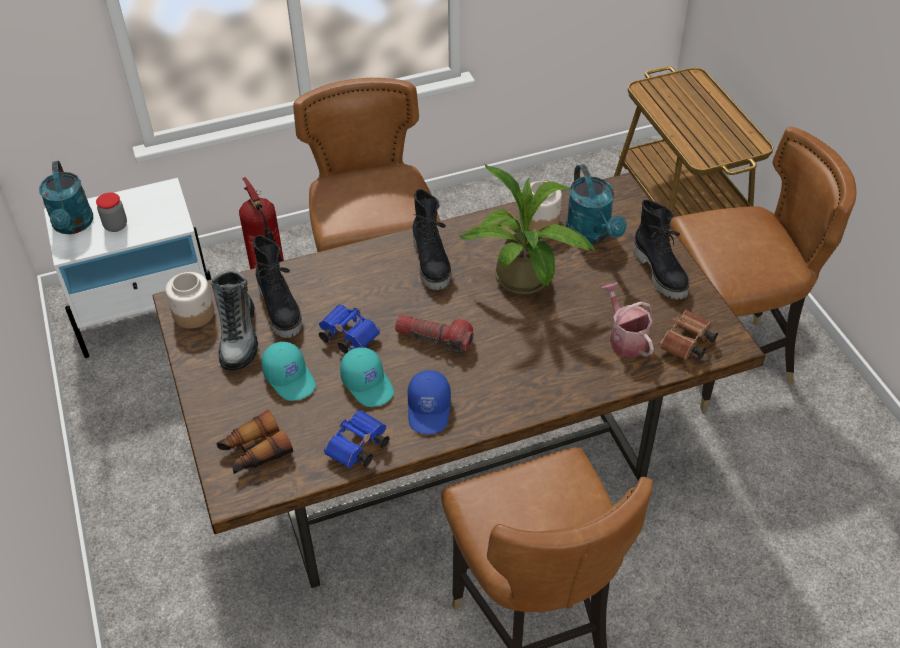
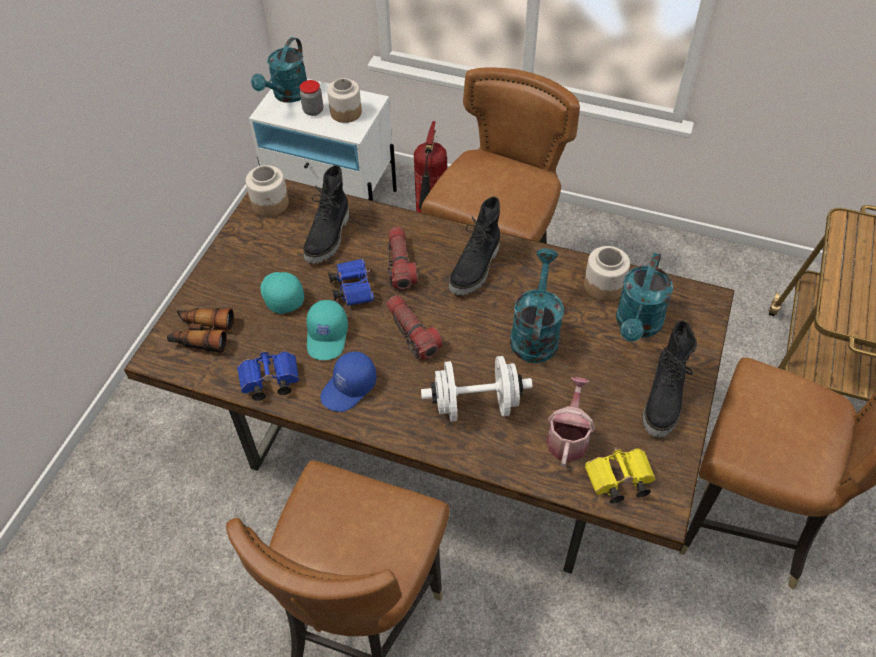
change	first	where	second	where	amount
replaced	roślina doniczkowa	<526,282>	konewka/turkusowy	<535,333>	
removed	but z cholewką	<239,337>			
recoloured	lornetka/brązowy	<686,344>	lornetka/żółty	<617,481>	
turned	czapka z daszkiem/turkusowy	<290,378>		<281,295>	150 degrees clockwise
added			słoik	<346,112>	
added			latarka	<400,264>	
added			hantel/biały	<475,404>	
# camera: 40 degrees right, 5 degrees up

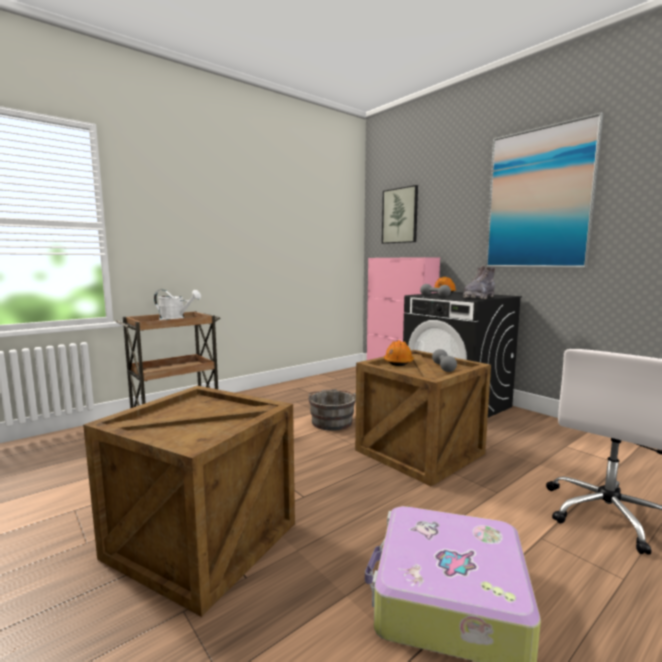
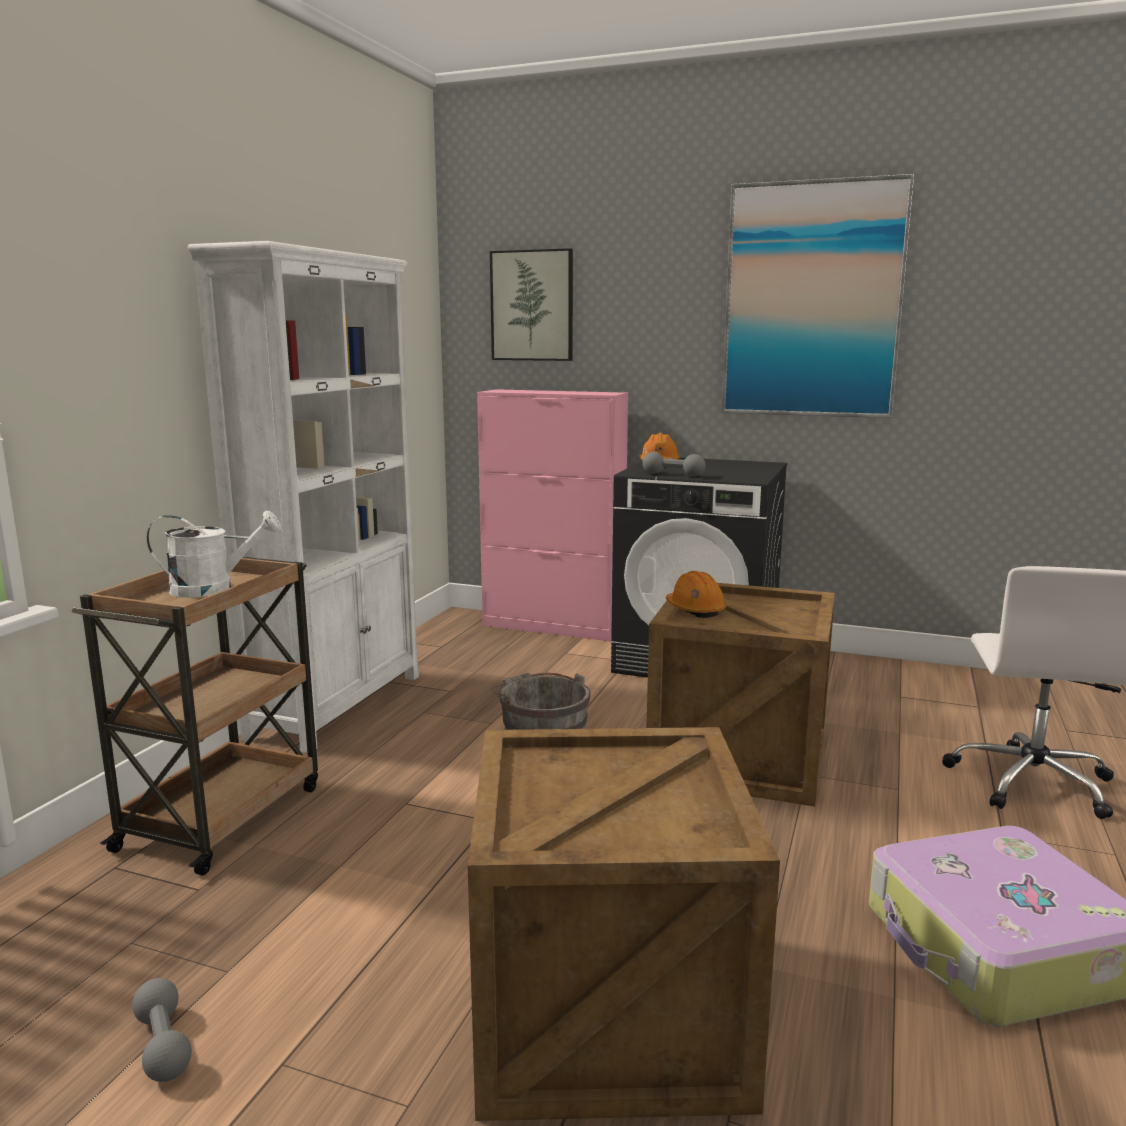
change	first	where	second	where	amount
removed	but z cholewką/szary	<478,298>			
moved	hantel/szary	<443,367>		<163,1045>	
added			regał/biały	<338,705>	
# camera: 30 degrees left, 5 degrees up

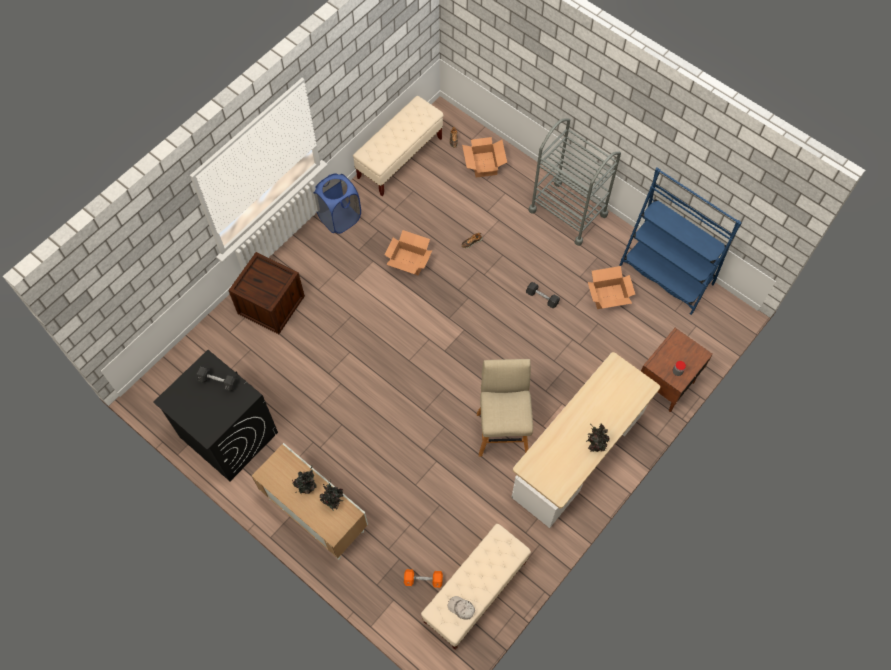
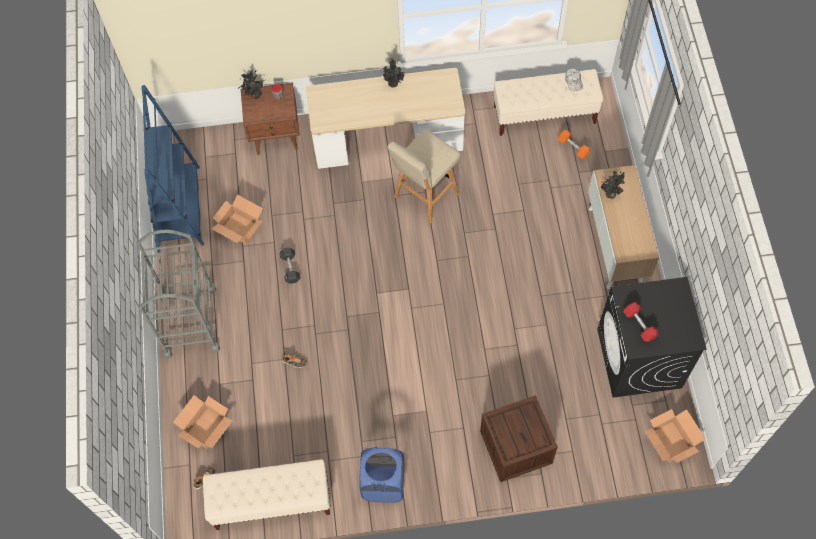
change	first	where	second	where	amount
moved	karton	<408,261>		<670,442>	
recoloured	hantel/czarny	<217,381>	hantel/czerwony	<639,325>	
moved	roślina doniczkowa	<307,487>		<255,95>	
# camera: 135 degrees left, 0 degrees up

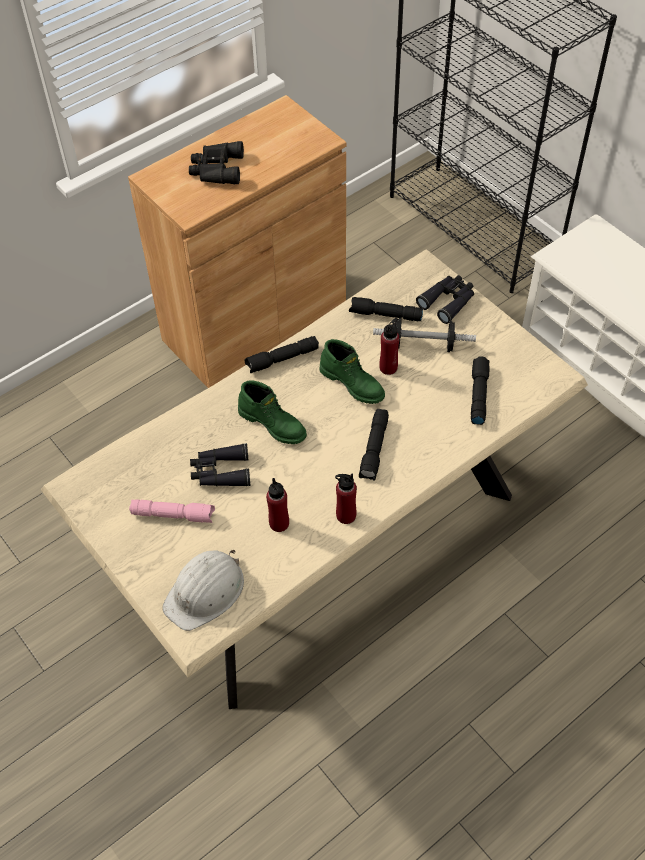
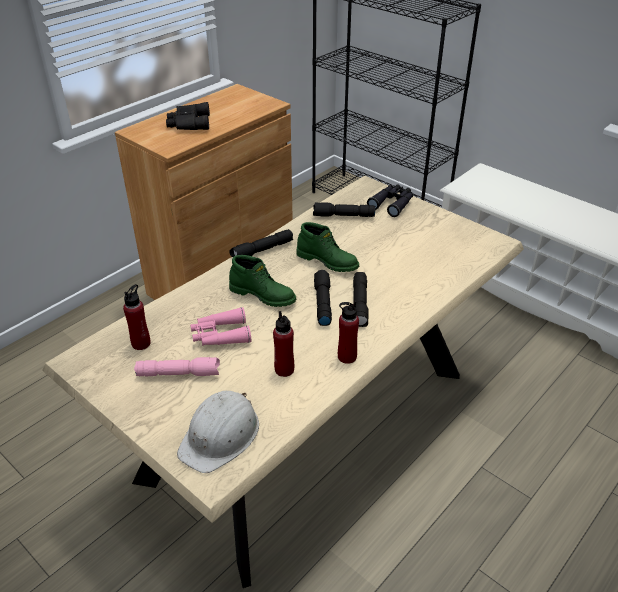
change	first	where	second	where	amount
removed	hantel	<423,345>			
moved	butelka/czerwony	<388,367>		<141,343>	
moved	latarka/czarny	<478,394>		<322,302>	
recoloured	lornetka/czarny	<220,472>	lornetka/różowy	<220,335>	
# camera: 10 degrees left, 15 degrees down

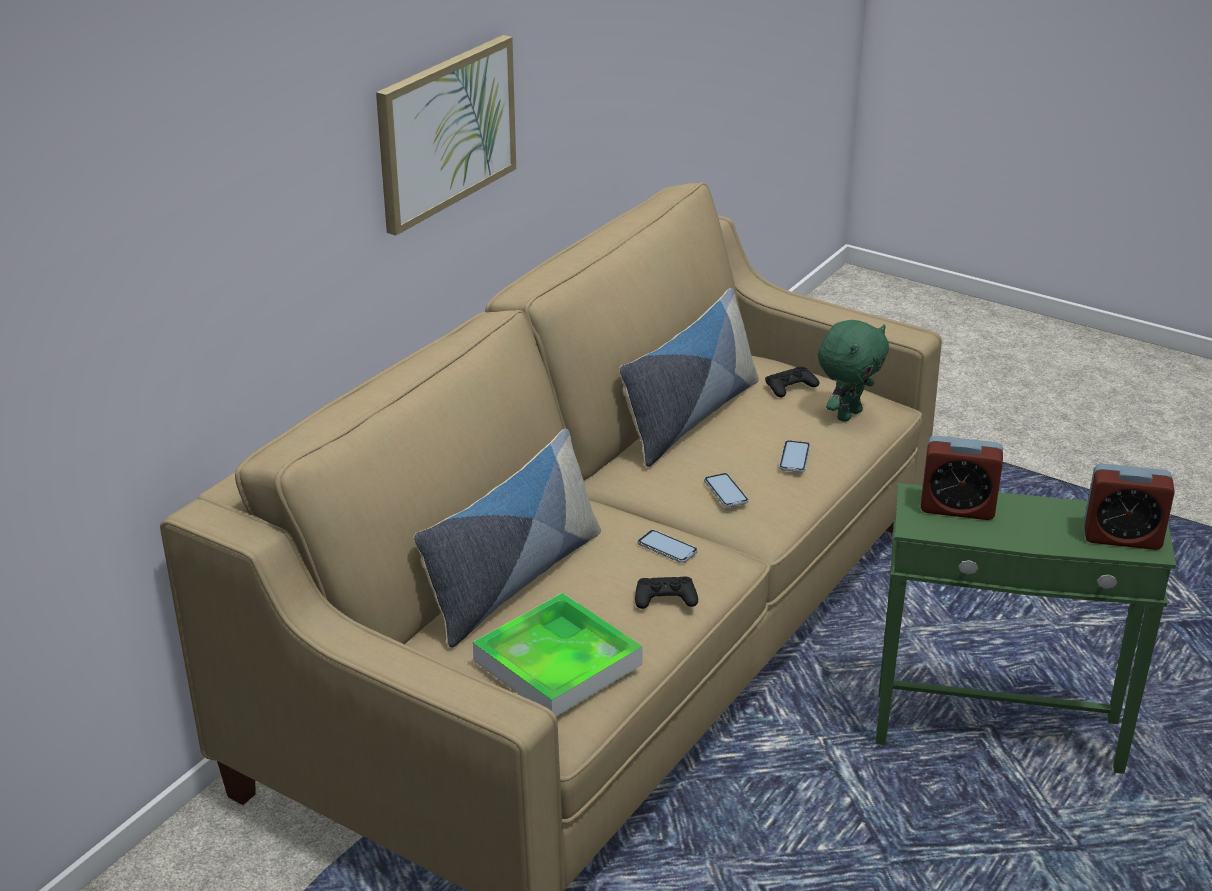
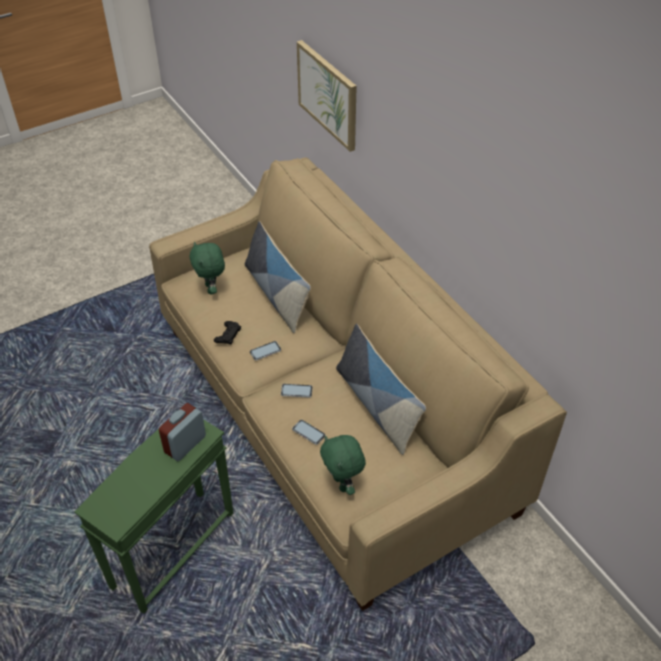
change	first	where	second	where	amount
moved	obraz	<446,131>		<328,94>	
removed	pad do gier/czarny	<790,387>			
removed	budzik	<1122,537>			
replaced	taca	<557,662>	pluszak/zielony	<211,289>	
# camera: 115 degrees right, 15 degrees up

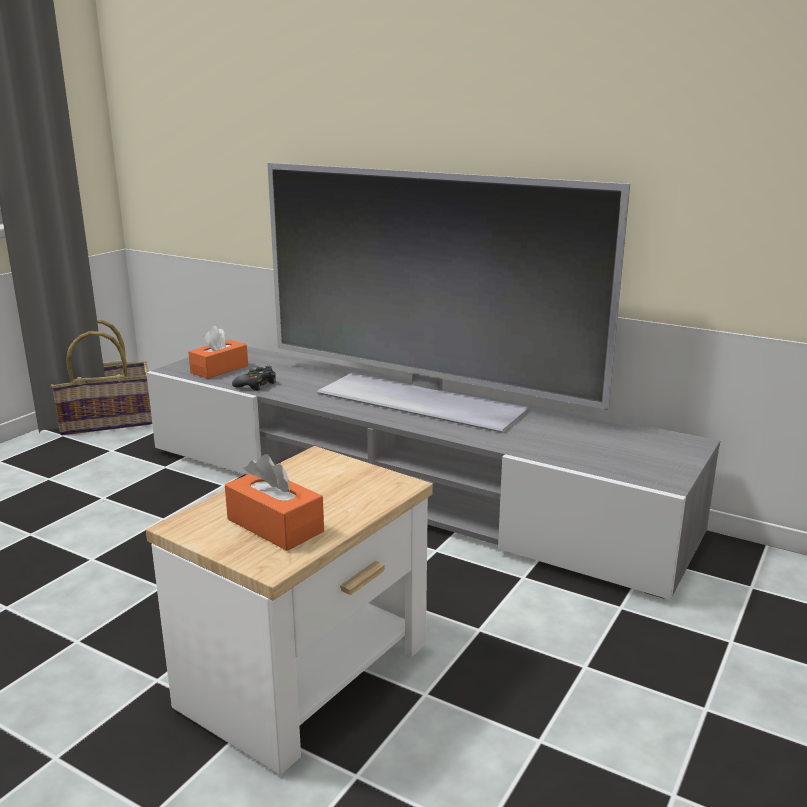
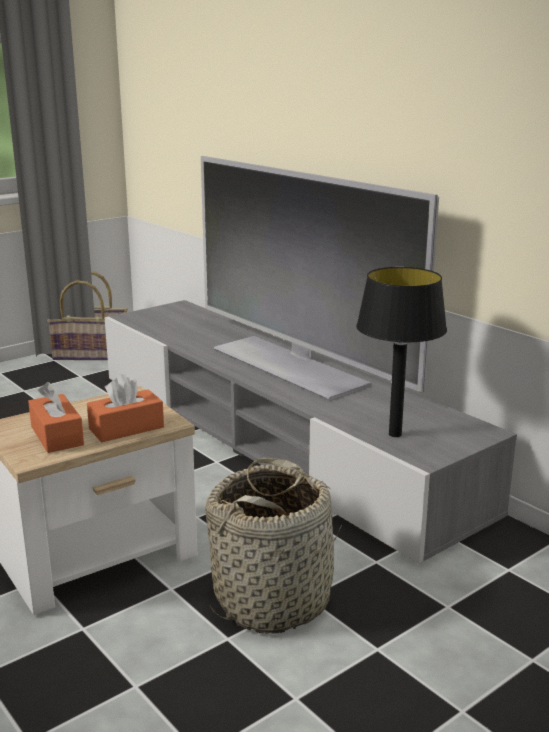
change	first	where	second	where	amount
moved	pudełko chusteczek/pomarańczowy	<219,369>		<126,428>	
removed	pad do gier/czarny	<256,385>			
added			lampa stołowa/czarny	<395,434>	
added			koszyk	<273,599>	
# camera: 20 degrees right, 0 degrees up

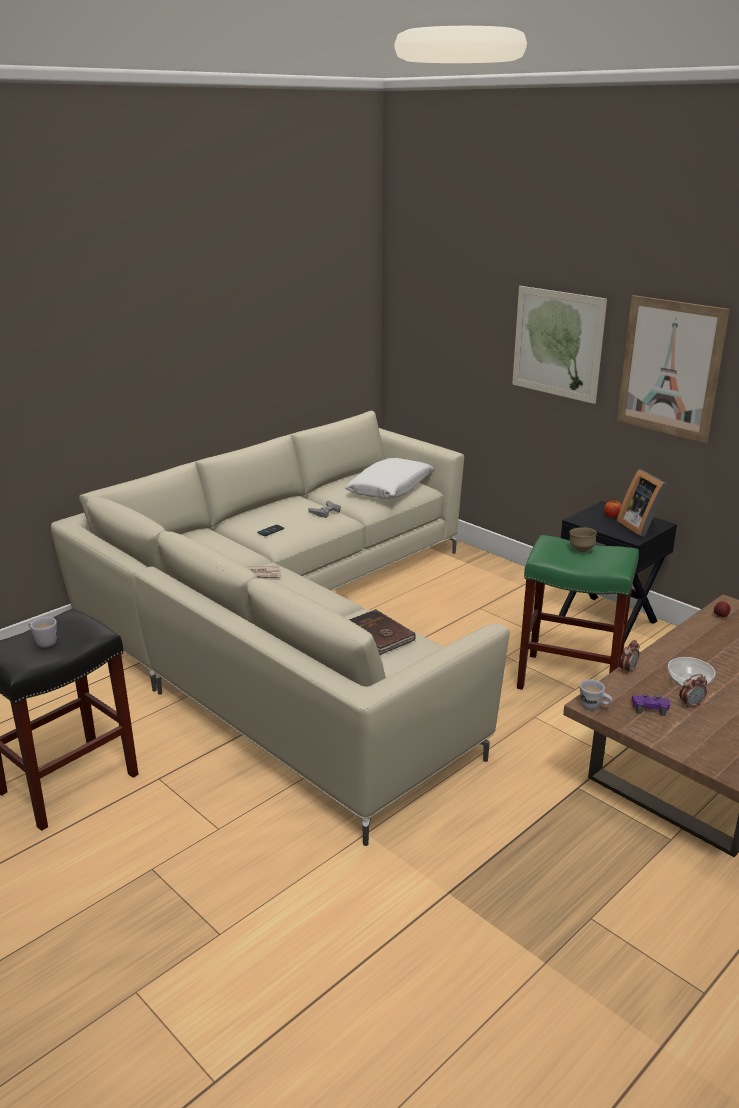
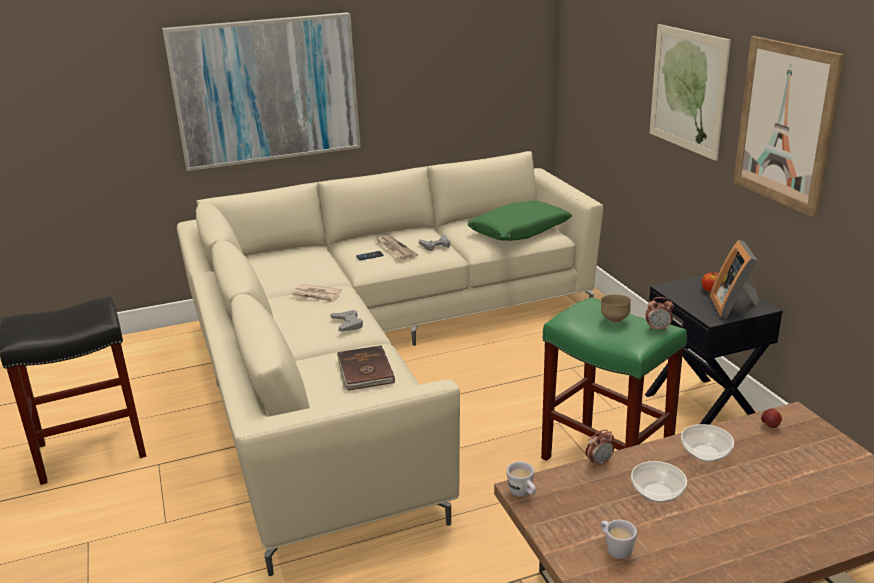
change	first	where	second	where	amount
recoloured	poduszka/biały	<390,488>	poduszka/zielony	<520,231>	
moved	kubek/biały	<43,642>		<615,549>	
moved	budzik	<691,705>		<658,329>	
removed	pad do gier/fioletowy	<650,708>			
added			obraz	<266,90>	
added			gazeta	<394,249>	
added			pad do gier/szary	<347,324>	
added			miska	<704,453>	
# camera: 25 degrees right, 0 degrees up

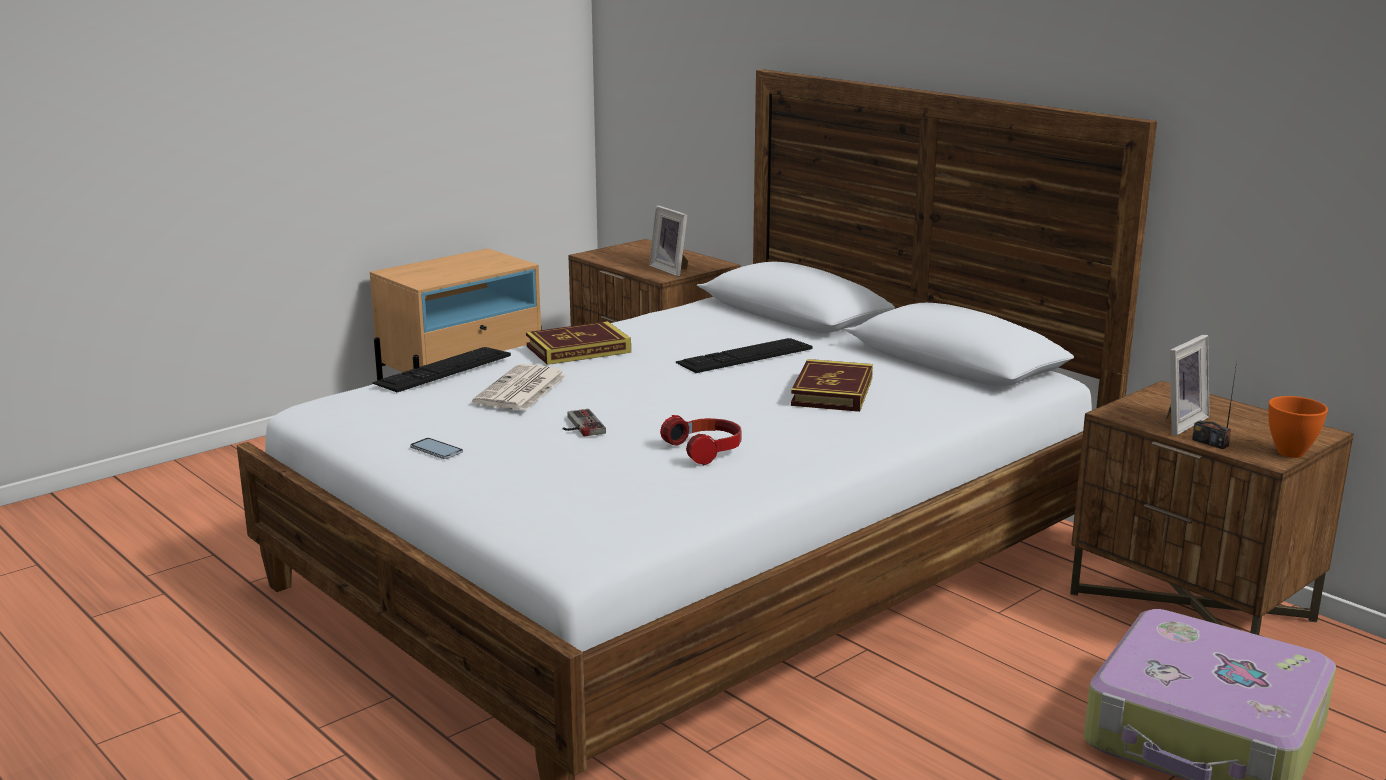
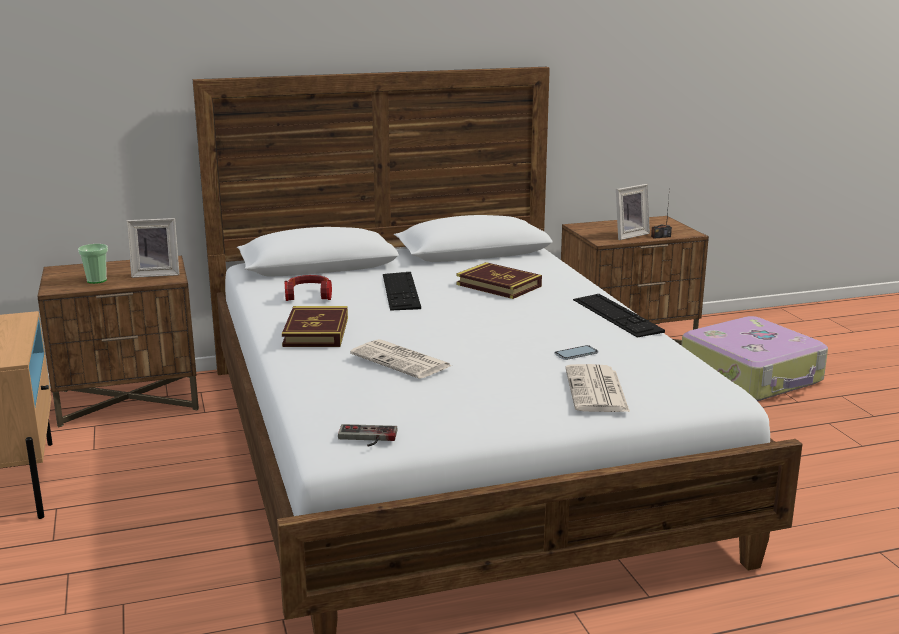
change	first	where	second	where	amount
turned	ramka na zdjęcie	<1178,423>		<628,235>	75 degrees clockwise
moved	klawiatura	<443,369>		<616,315>	
removed	miska/pomarańczowy	<1289,453>			
moved	pad do gier	<579,425>		<366,438>	
moved	słuchawki	<706,450>		<309,295>	
moved	telefon	<436,449>		<576,353>	
added			filiżanka	<96,280>	
added			gazeta	<597,391>	
# camera: 65 degrees left, 0 degrees up

